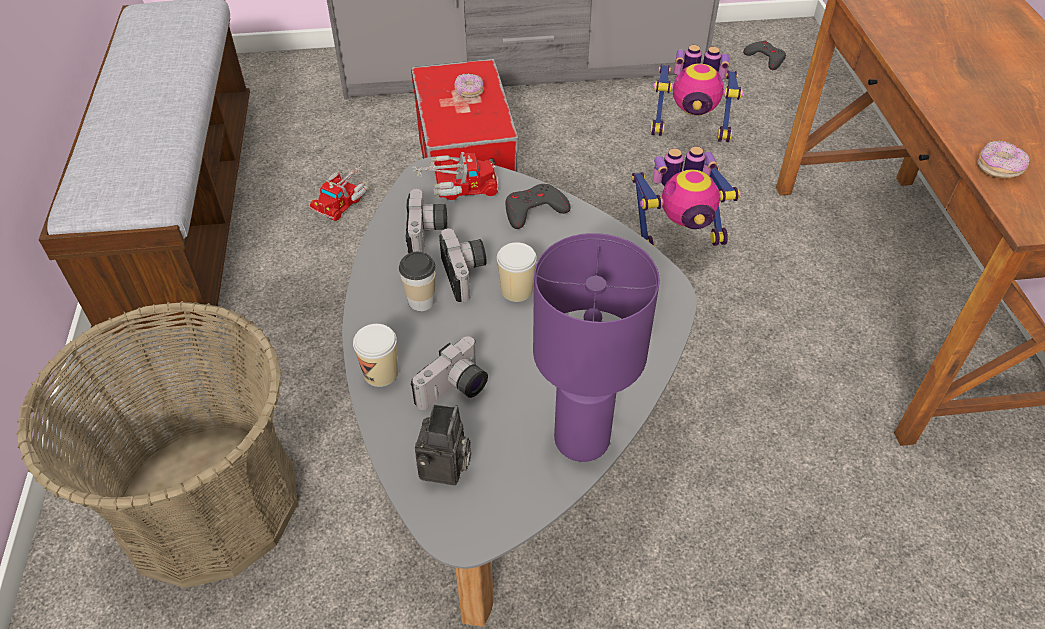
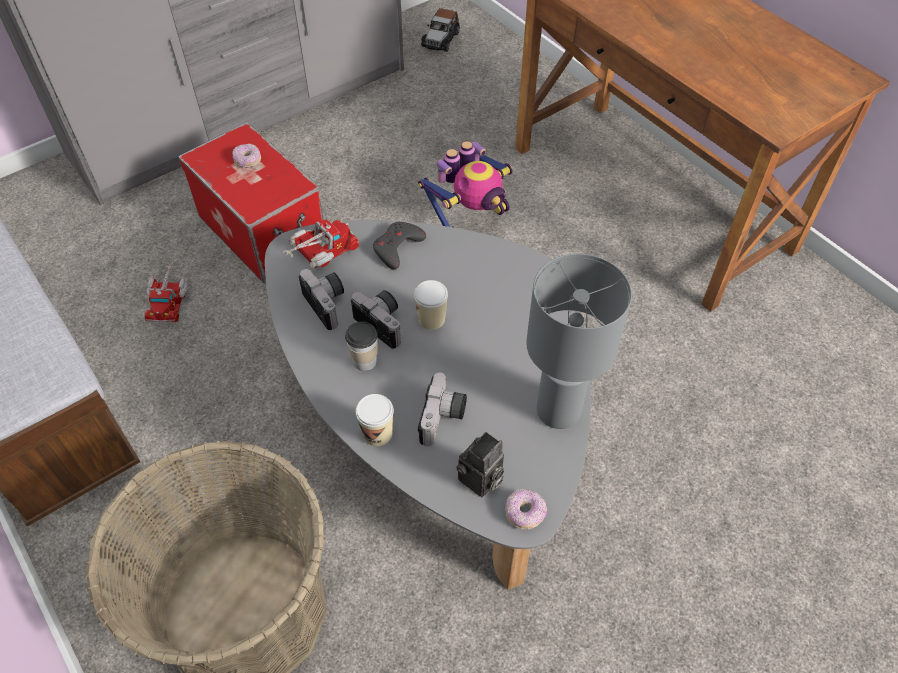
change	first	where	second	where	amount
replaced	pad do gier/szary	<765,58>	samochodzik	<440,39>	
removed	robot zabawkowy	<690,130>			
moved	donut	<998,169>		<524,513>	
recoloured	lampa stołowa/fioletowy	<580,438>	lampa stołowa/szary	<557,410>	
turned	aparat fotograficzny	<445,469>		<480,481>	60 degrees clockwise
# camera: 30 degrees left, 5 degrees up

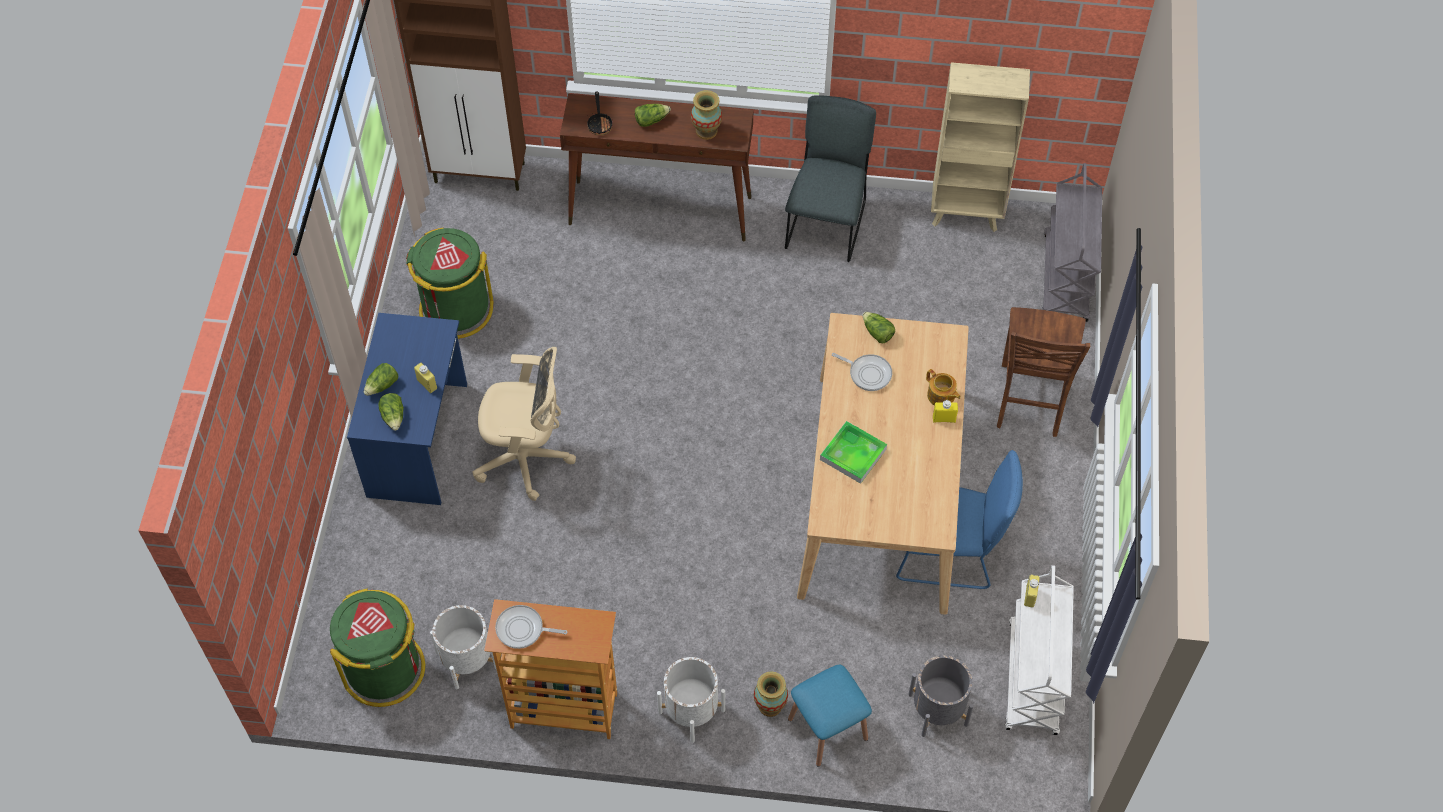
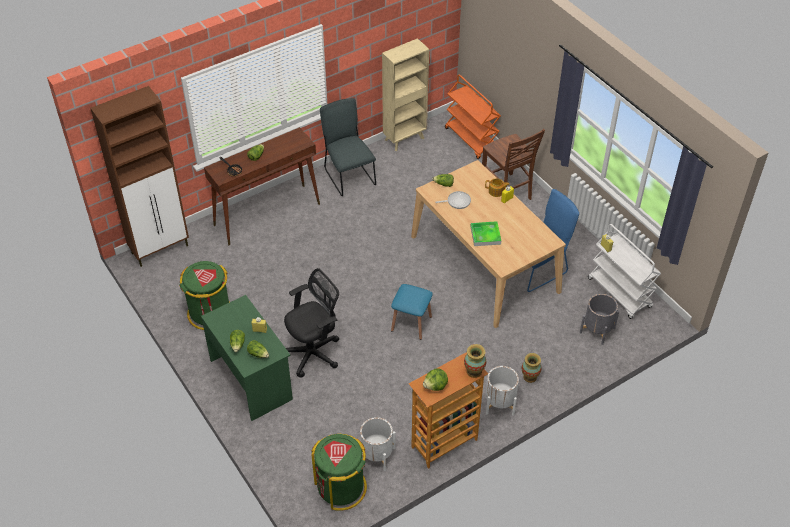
change	first	where	second	where	amount
moved	wazon	<706,131>		<474,371>	
recoloured	wózek/szary	<1066,278>	wózek/pomarańczowy	<471,139>	
recoloured	biurko/niebieski	<419,439>	biurko/zielony	<252,379>	
recoloured	krzesło biurowe/beżowy	<526,458>	krzesło biurowe/czarny	<313,352>	
replaced	patelnia	<523,629>	sałata	<435,386>	
moved	stołek/niebieski	<827,728>		<411,323>	
# camera: 40 degrees left, 10 degrees down

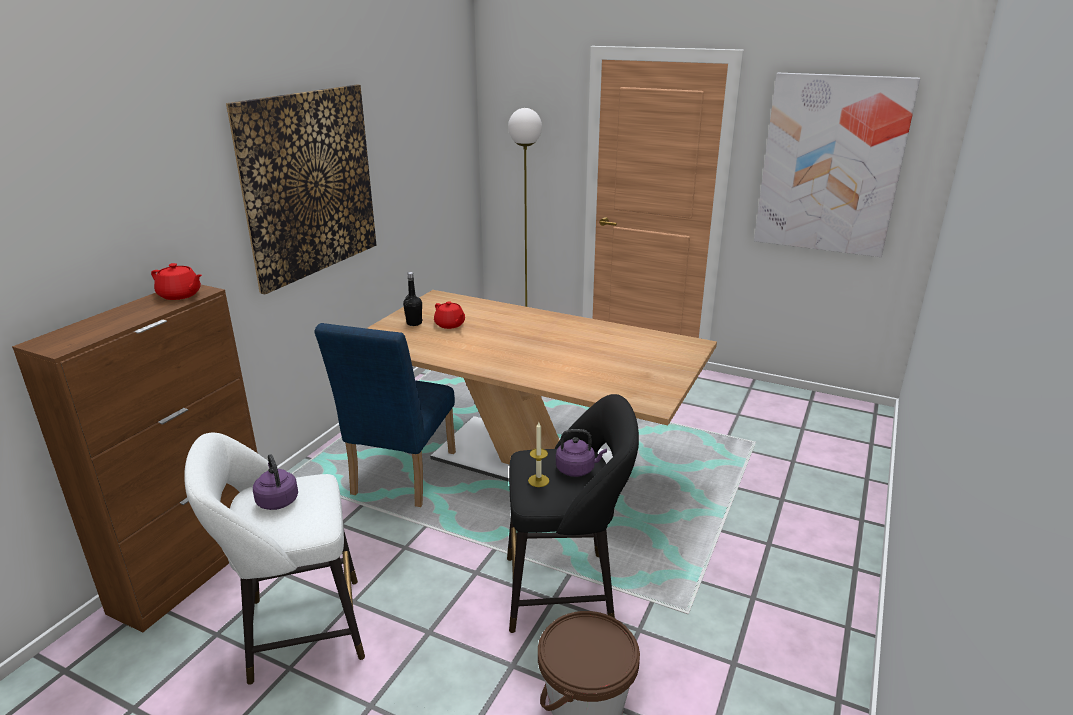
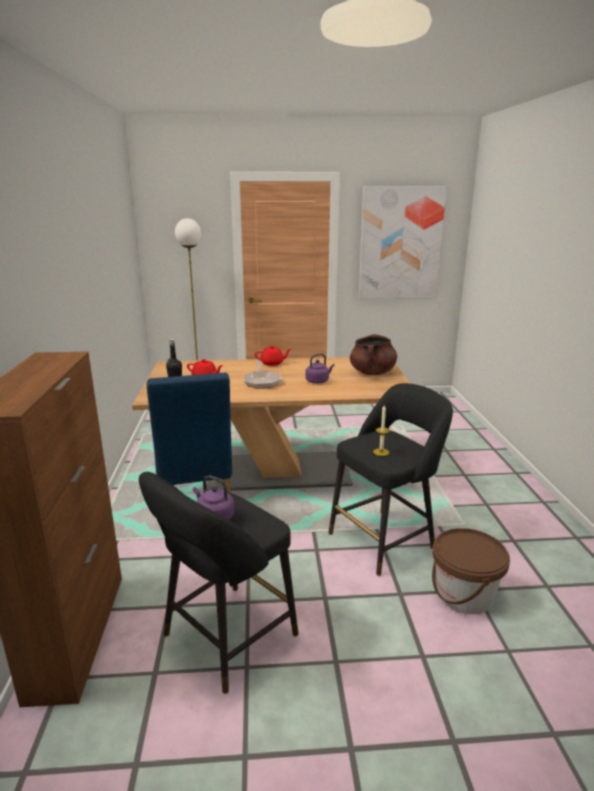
change	first	where	second	where	amount
removed	obraz	<309,184>			
moved	imbryk/czerwony	<180,295>		<272,363>	
moved	czajnik/fioletowy	<577,469>		<318,381>	
recoloured	stołek/biały	<297,630>	stołek/czarny	<224,639>	
added			garnek/brązowy	<372,373>	
added			patelnia	<261,381>	
# camera: 30 degrees left, 5 degrees down

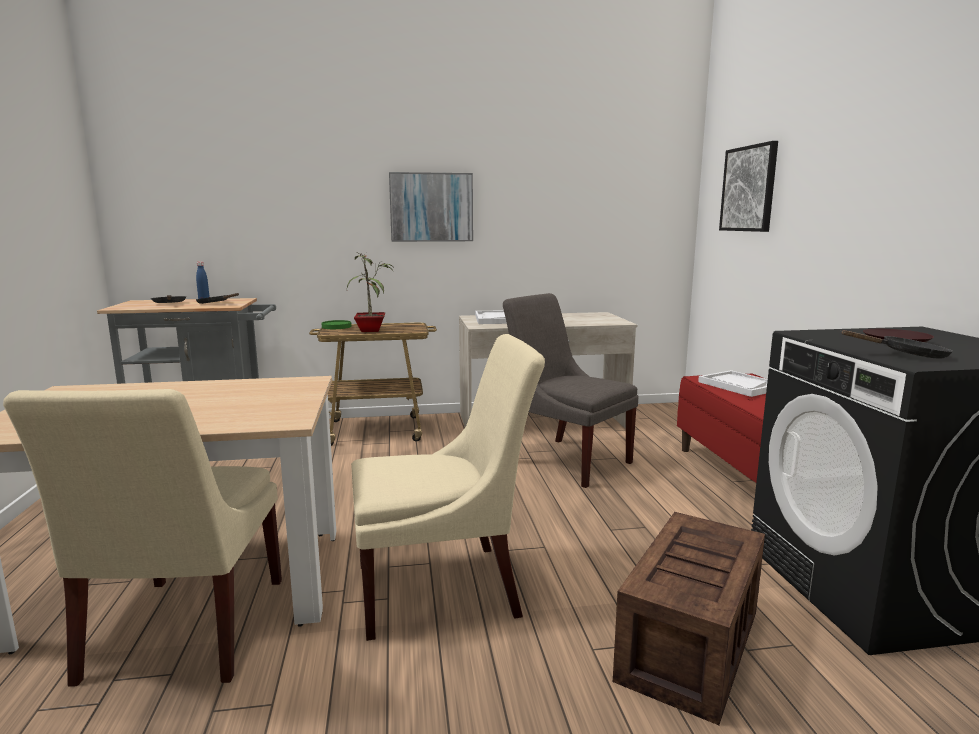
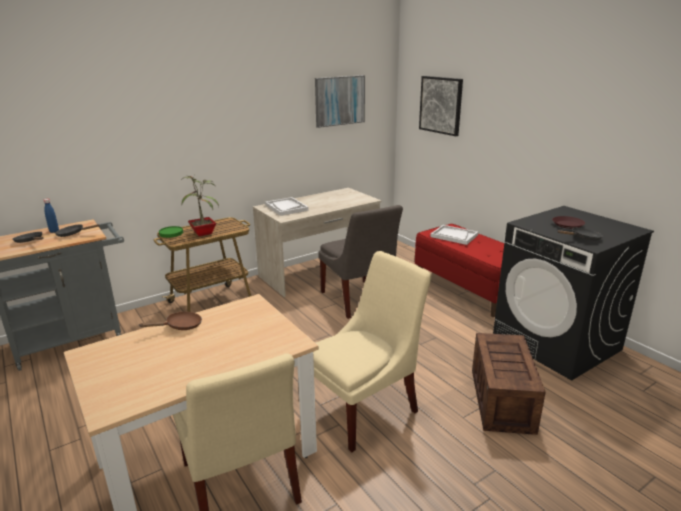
change	first	where	second	where	amount
moved	obraz	<431,207>		<339,100>	
turned	krzesło/szary	<565,460>		<358,300>	135 degrees counterclockwise
added			patelnia/brązowy	<180,326>	
# camera: 25 degrees left, 10 degrees up

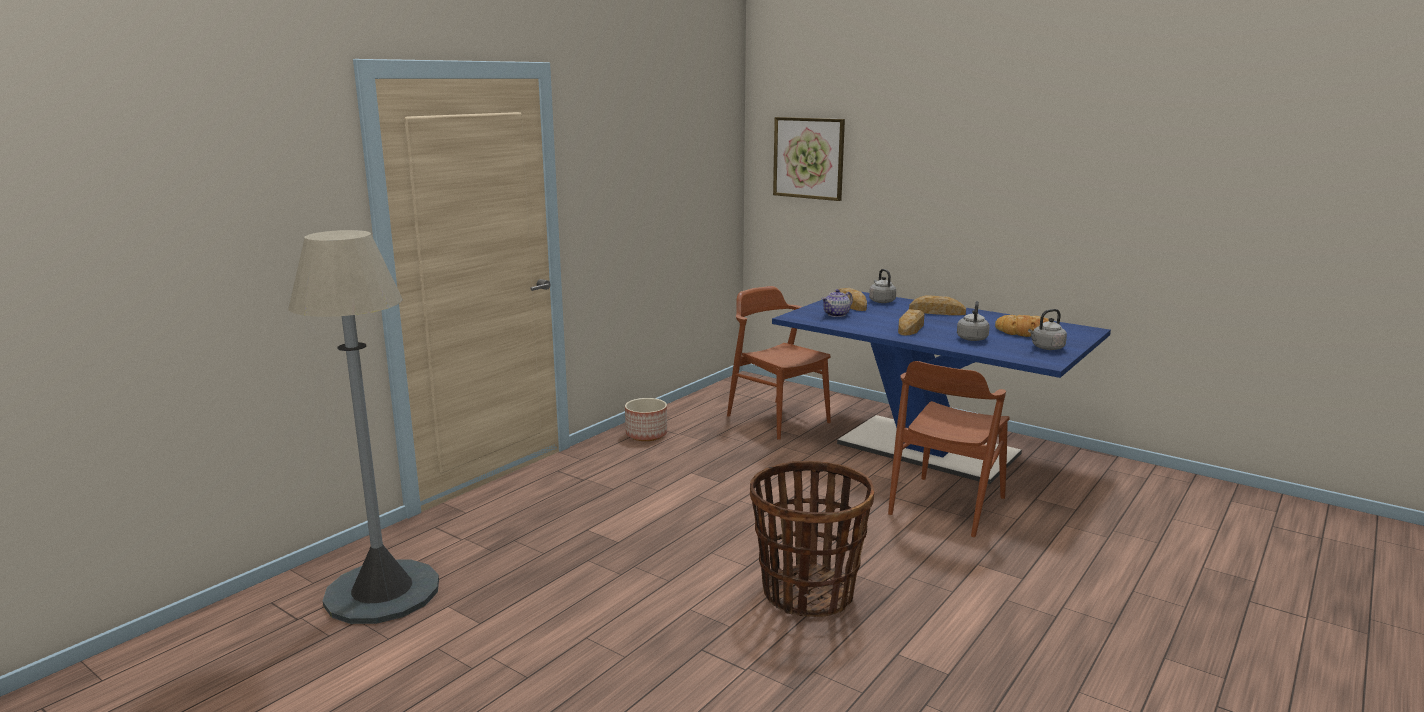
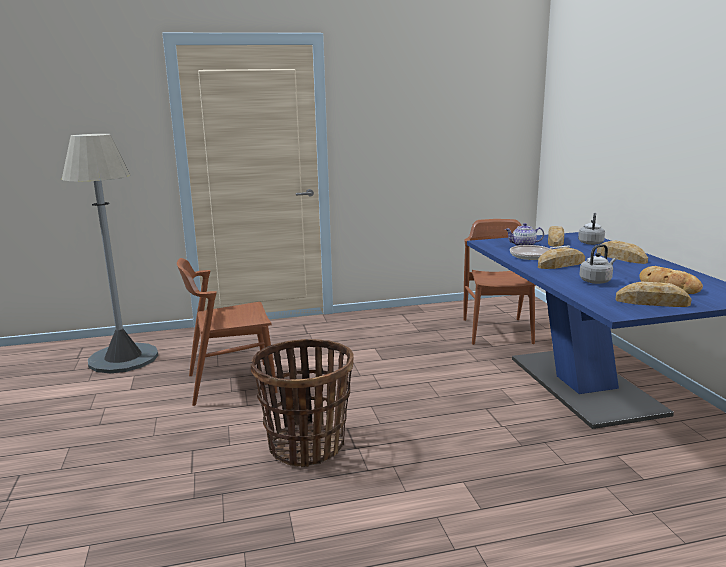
change	first	where	second	where	amount
removed	obraz	<808,158>			
replaced	czajnik/szary	<1046,348>	chleb	<652,302>	
moved	krzesło/brązowy	<946,505>		<231,383>	
removed	donica	<646,435>			
added			patelnia	<533,256>	
# camera: 40 degrees right, 0 degrees up

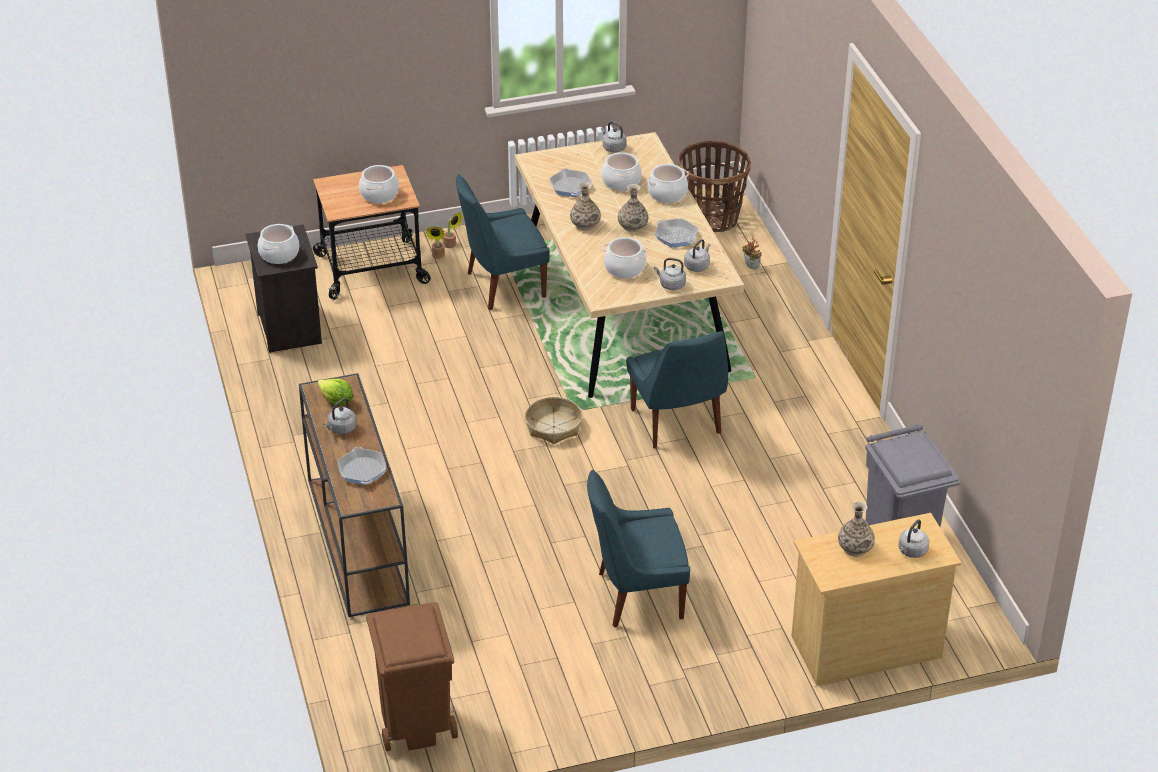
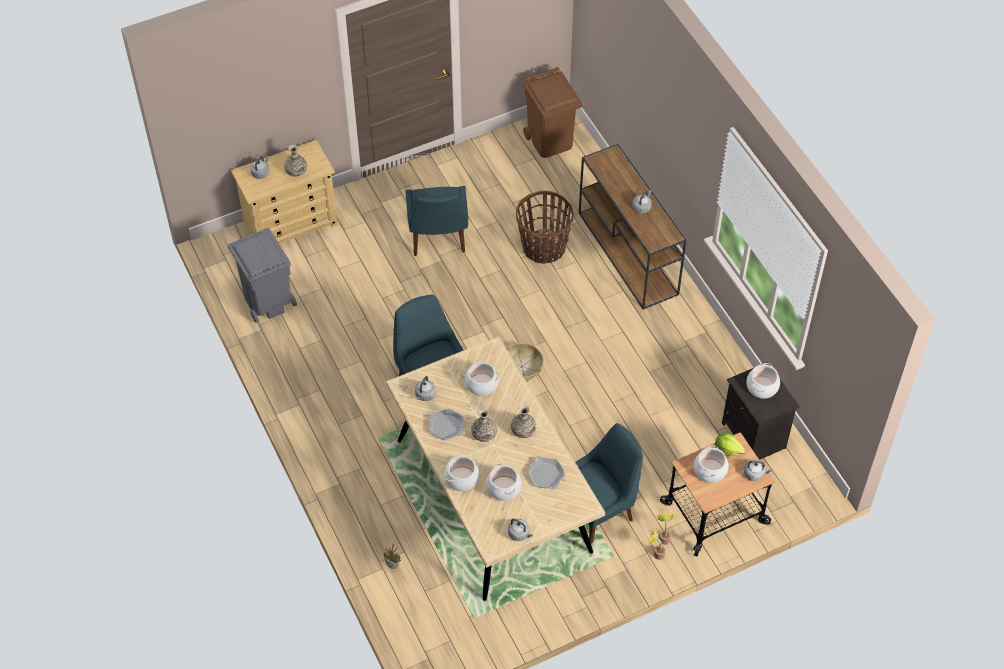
change	first	where	second	where	amount
moved	koszyk	<711,218>		<543,248>	
moved	czajnik/szary	<671,285>		<755,474>	
moved	sałata	<336,401>		<727,449>	
removed	patelnia	<362,470>			
turned	krzesło/niebieski	<636,596>		<438,238>	105 degrees clockwise
# camera: 170 degrees right, 15 degrees up

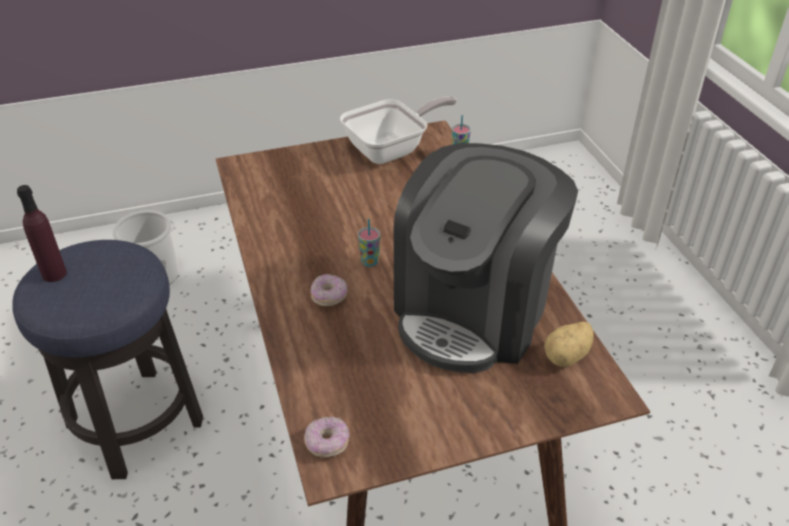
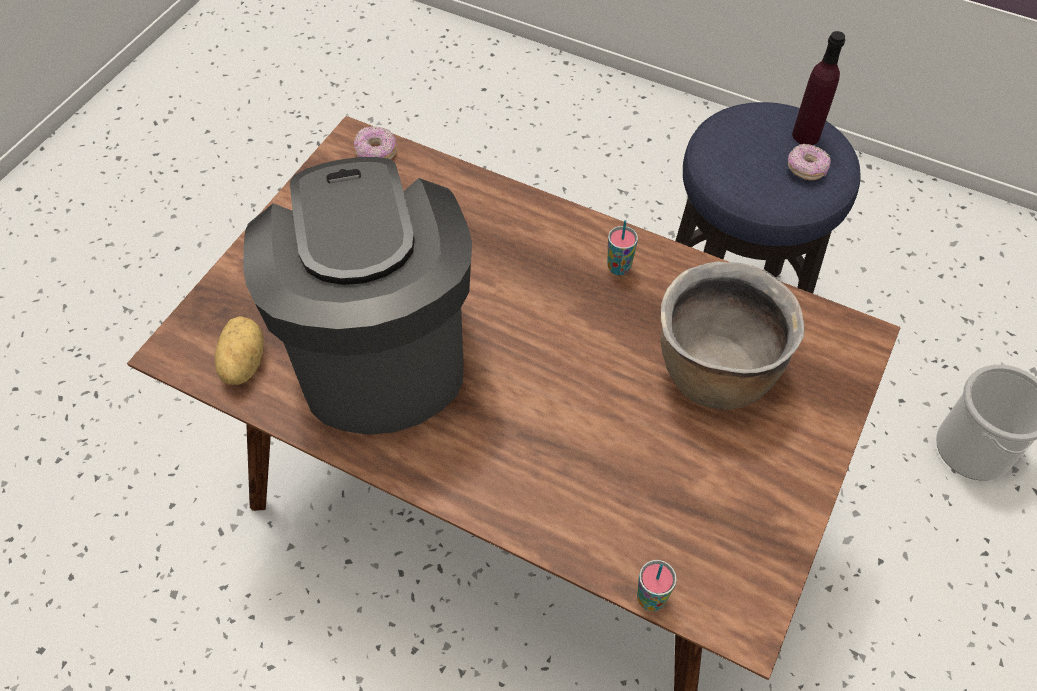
change	first	where	second	where	amount
removed	patelnia	<392,150>			
moved	filiżanka	<369,262>		<619,267>	
moved	donut	<329,297>		<806,169>	
added			garnek/brązowy	<714,372>	
# camera: 135 degrees right, 15 degrees up

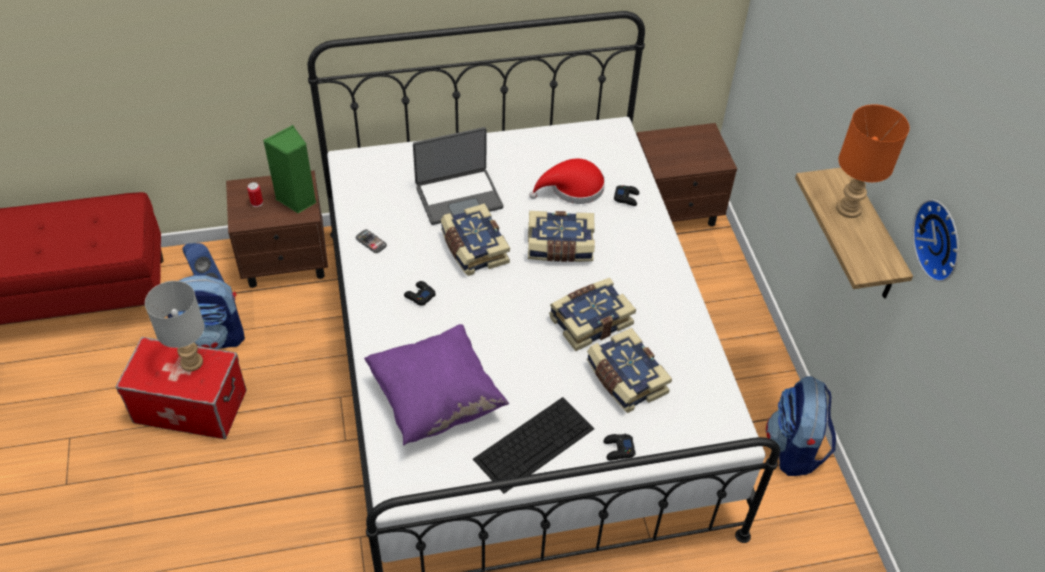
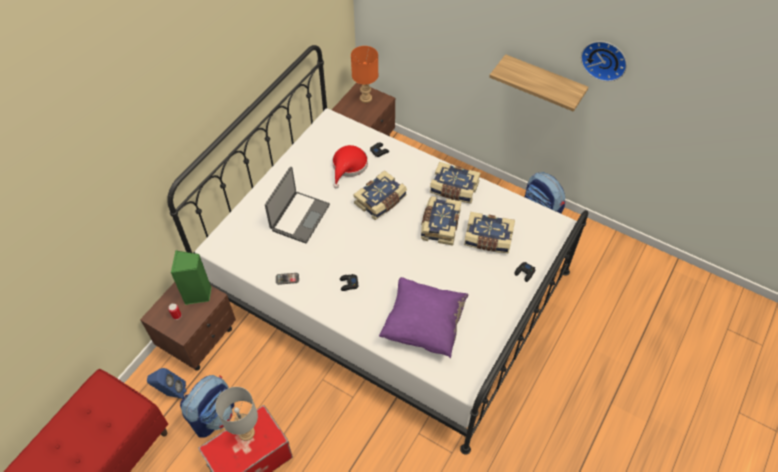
change	first	where	second	where	amount
moved	lampa stołowa/pomarańczowy	<847,209>		<365,98>	
moved	książka	<473,249>		<453,189>	
removed	klawiatura	<534,443>			
# camera: 45 degrees left, 5 degrees up

